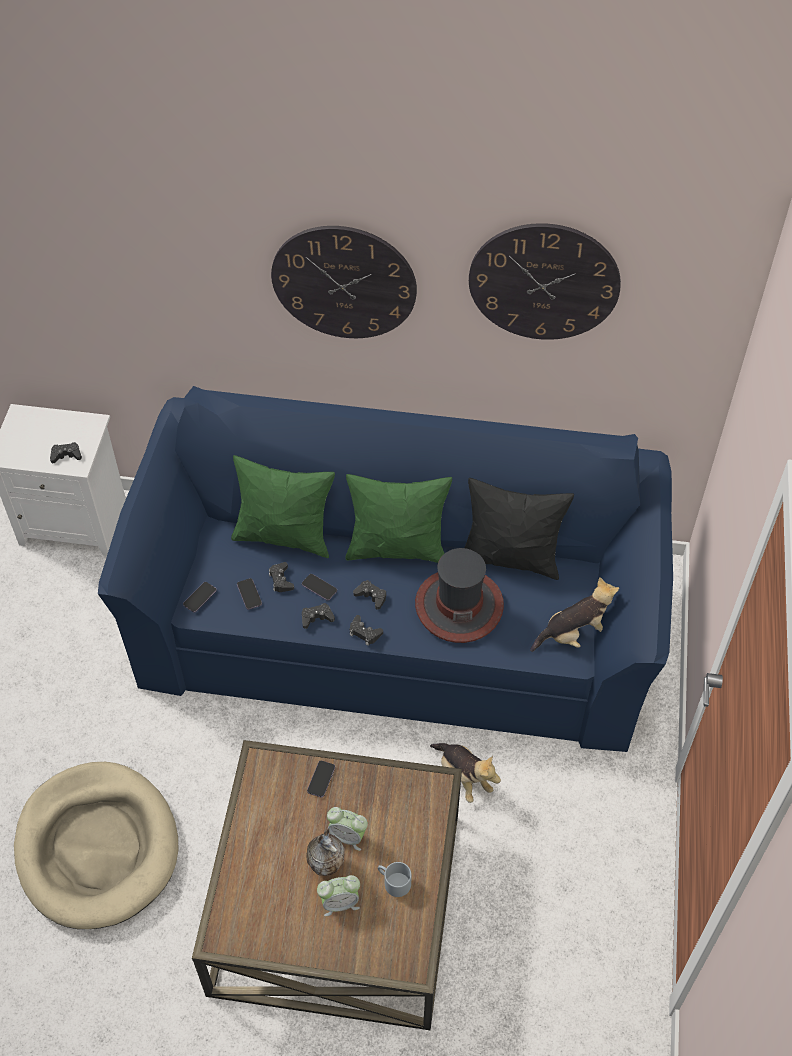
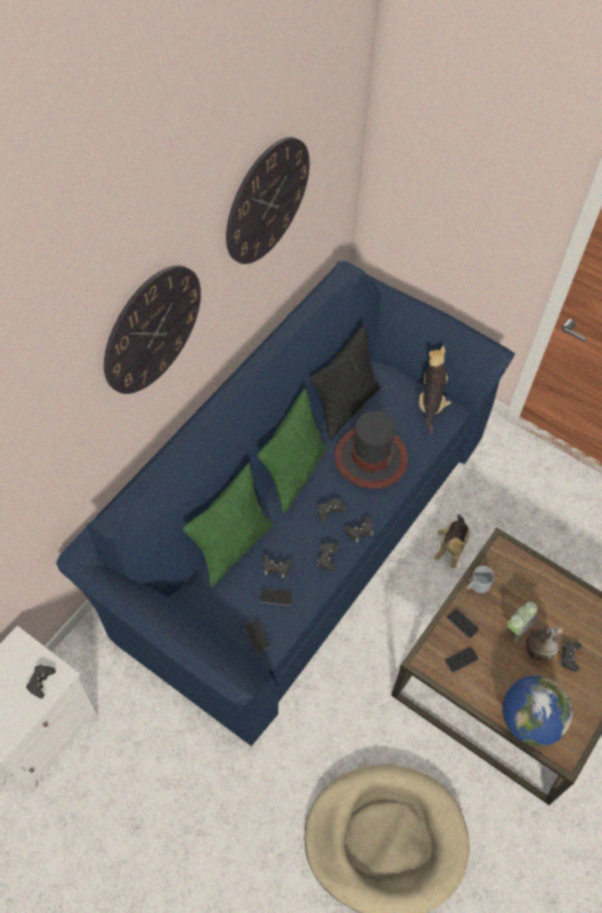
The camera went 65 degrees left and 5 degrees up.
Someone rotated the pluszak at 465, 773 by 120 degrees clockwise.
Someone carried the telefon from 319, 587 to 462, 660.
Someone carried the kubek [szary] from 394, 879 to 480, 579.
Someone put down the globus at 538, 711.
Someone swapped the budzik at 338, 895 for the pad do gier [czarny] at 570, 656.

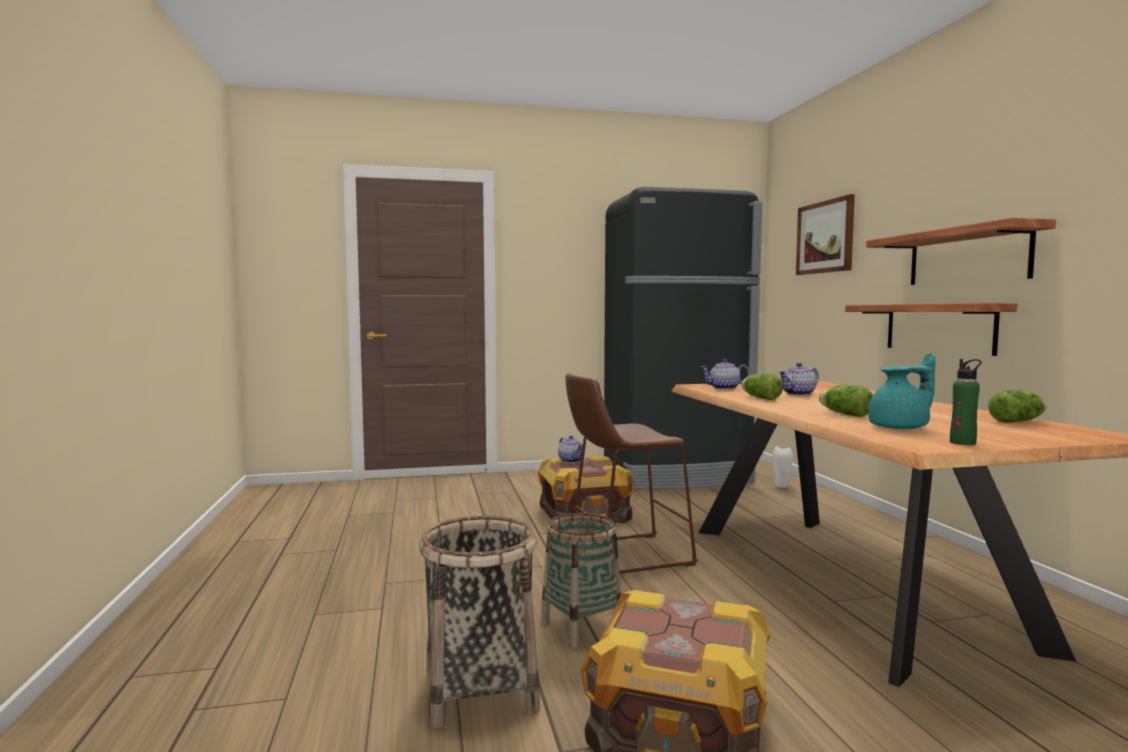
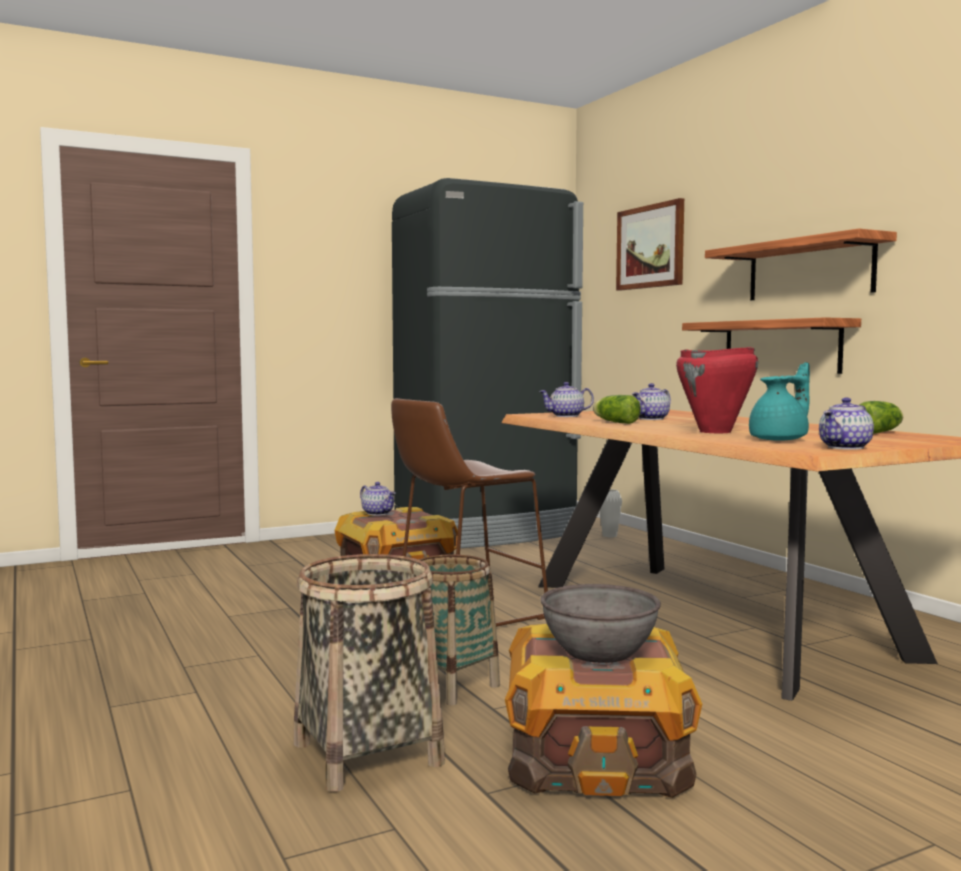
The camera went 15 degrees left and 0 degrees up.
Someone put down the miska [szary] at 600, 623.
Someone swapped the sałata at 846, 401 for the garnek [czerwony] at 717, 390.
Someone swapped the butelka [zielony] at 965, 402 for the imbryk at 846, 424.

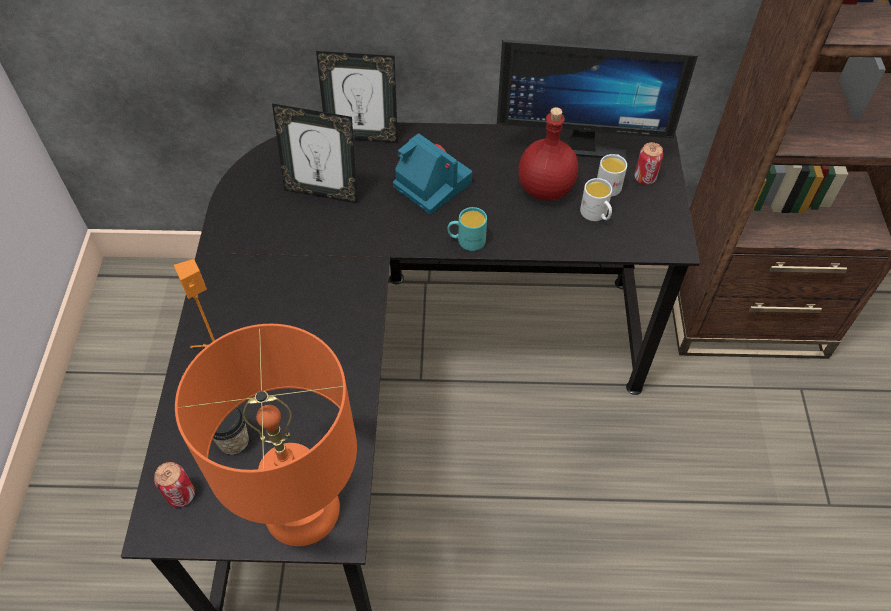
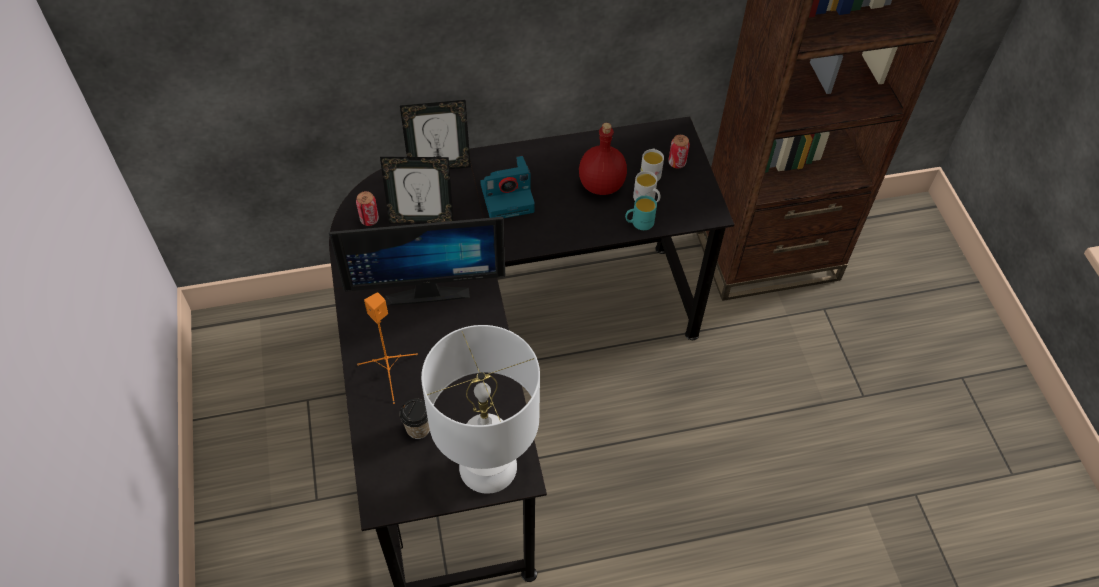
The camera went 15 degrees left and 0 degrees up.
Someone carried the monitor from 597, 99 to 417, 261.
Someone carried the puszka from 174, 485 to 367, 208.
Someone repainted the lampa stołowa [pomarańczowy] at 266, 435, which became the lampa stołowa [biały] at 480, 409.
Someone rotated the aparat fotograficzny at 432, 173 by 135 degrees clockwise.
Someone carried the kubek [turkusowy] from 467, 229 to 641, 213.

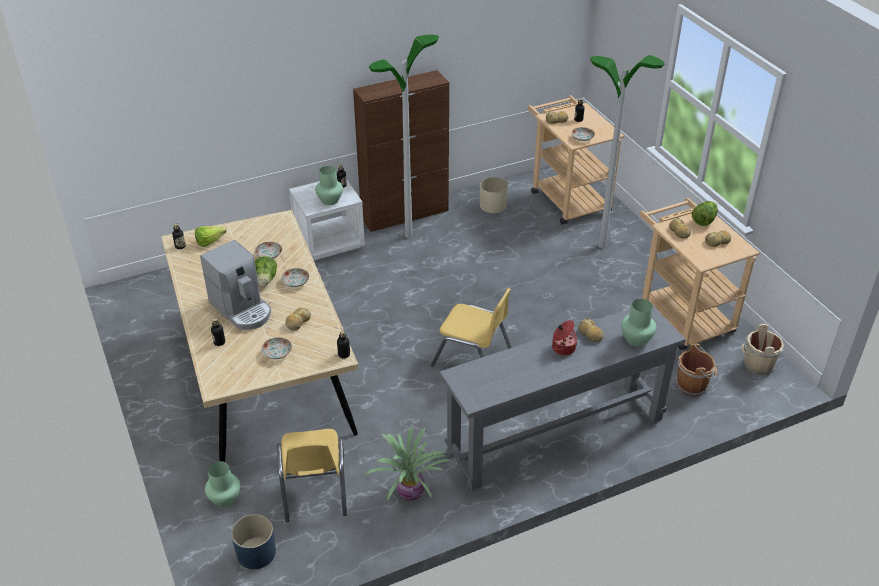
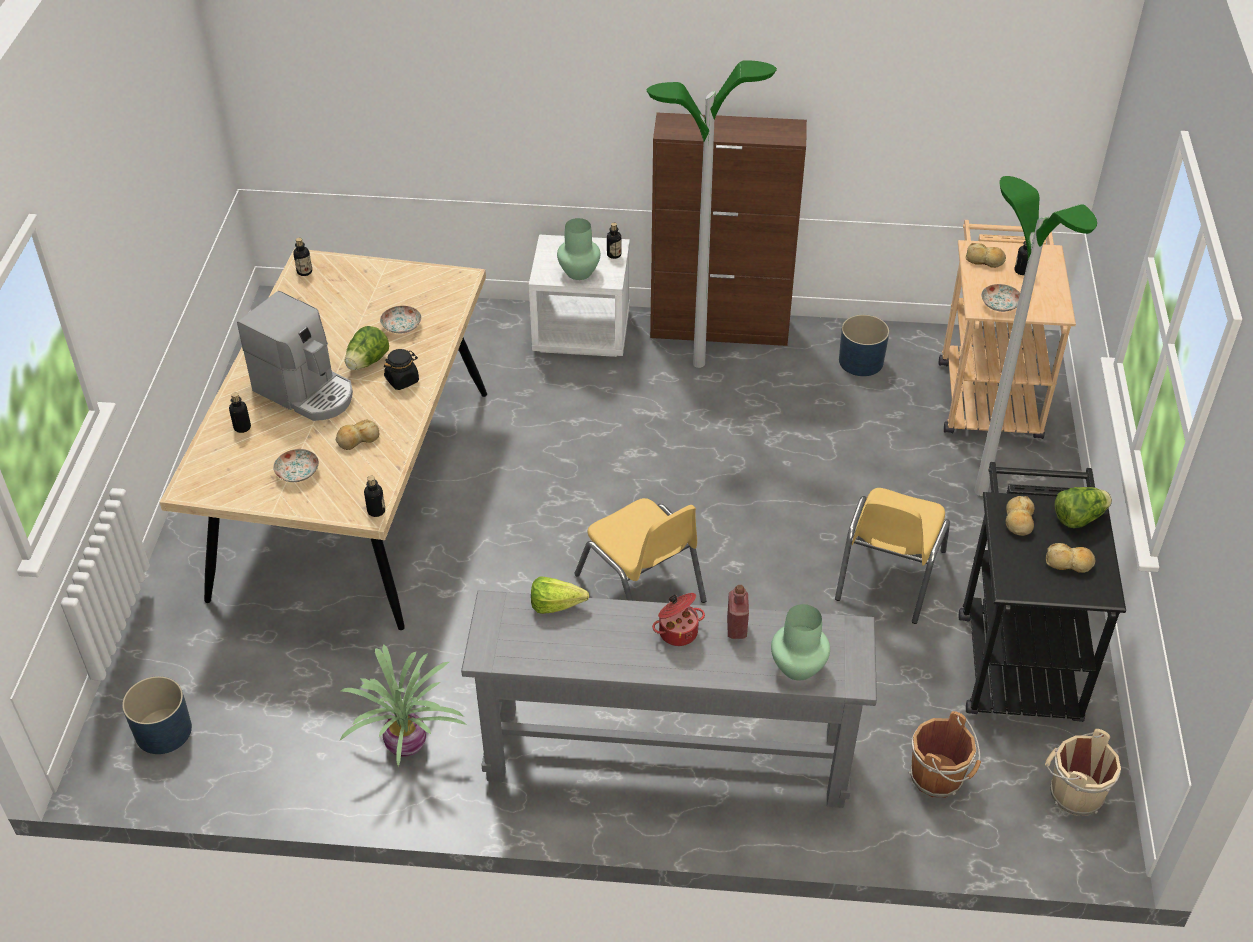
The camera went 30 degrees right and 5 degrees up.
Someone rotated the ekspres do kawy at 235, 285 by 45 degrees counterclockwise.
Someone swapped the talerz at 295, 277 for the słoik [czarny] at 401, 369.
Someone carried the sałata from 210, 236 to 560, 595.
Someone swapped the chleb at 591, 330 for the butelka [czerwony] at 738, 612.
Someone carried the krzesło [żółty] from 312, 475 to 892, 556.
Someone repainted the donica [beżowy] at 494, 195, which became the donica [niebieski] at 864, 345.
Someone repainted the wózek [beżowy] at 700, 274, which became the wózek [czarny] at 1042, 592.
Someone took away the wazon [zielony] at 222, 484.

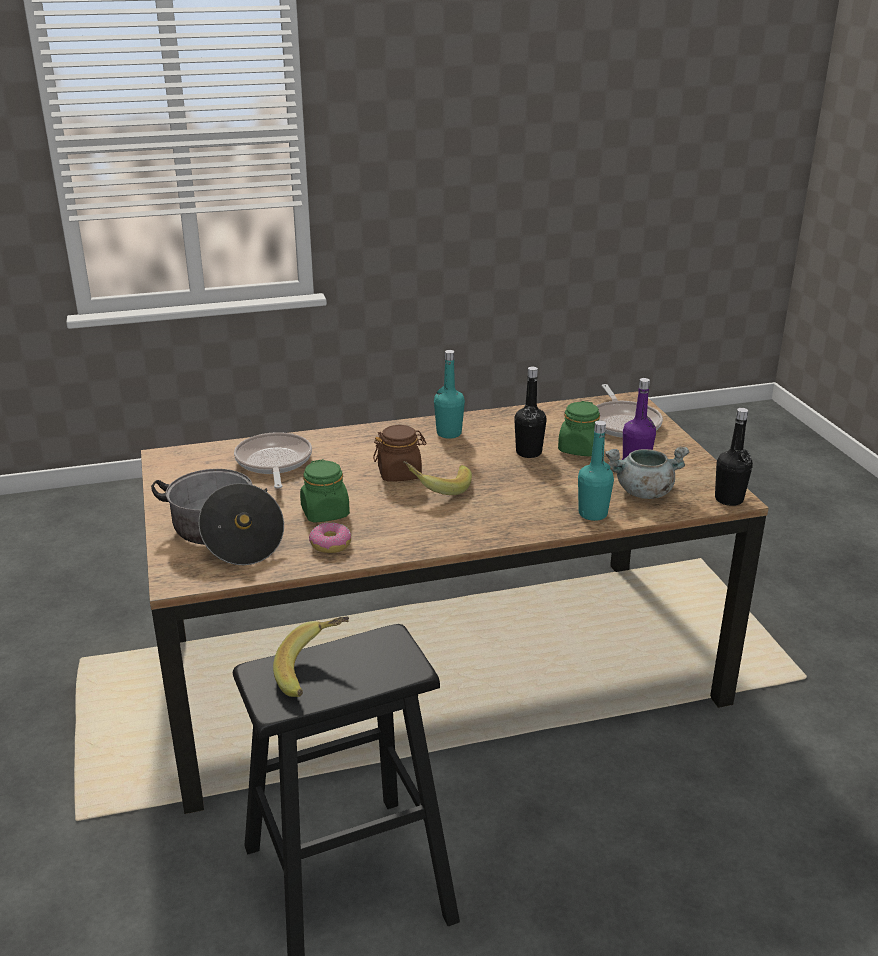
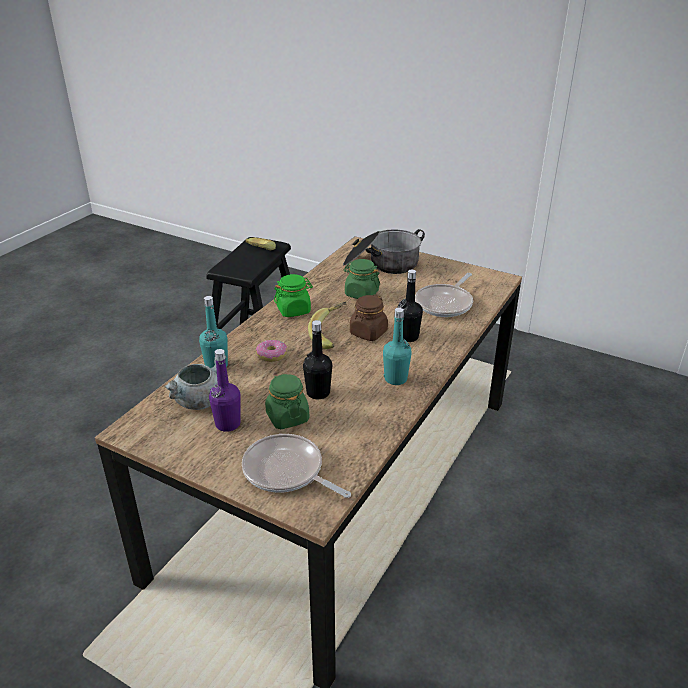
The camera went 135 degrees right and 5 degrees up.
Someone carried the donut from 330, 538 to 271, 351.
Someone put down the słoik [zielony] at 293, 295.
Someone carried the butelka [czarny] from 734, 457 to 410, 306.
Someone rotated the patelnia at 273, 460 by 90 degrees clockwise.

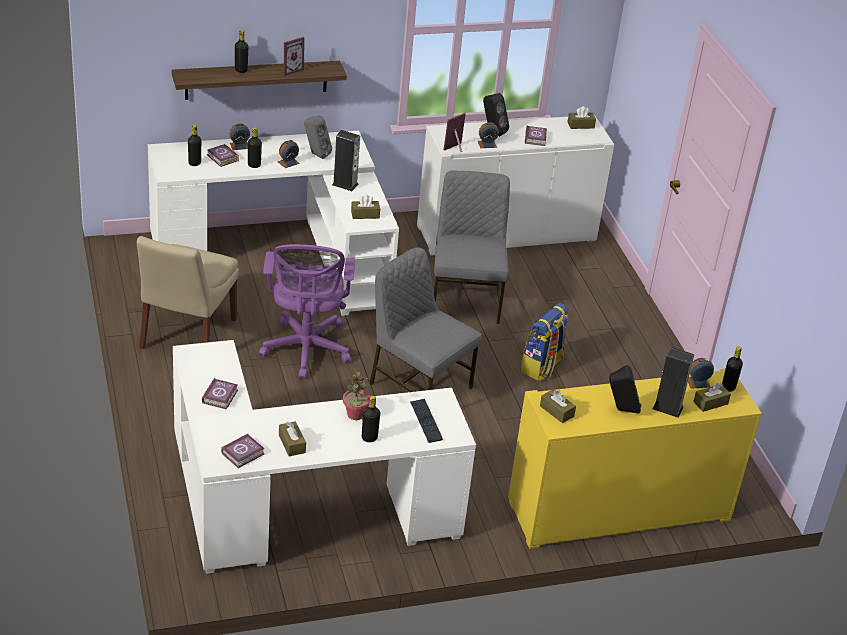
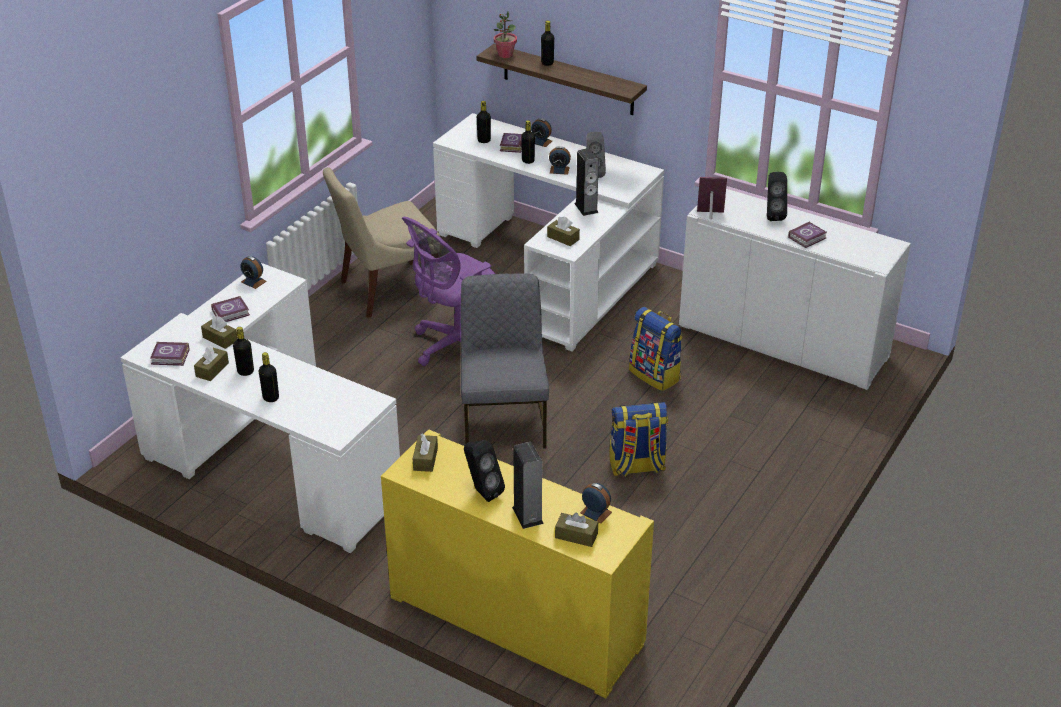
The camera went 50 degrees right and 0 degrees up.
Someone carried the pudełko chusteczek [brązowy] from 582, 117 to 219, 332.
Someone carried the butelka [czarny] from 732, 369 to 243, 351.
Someone carried the budzik from 488, 135 to 253, 272.
Someone carried the roślina doniczkowa from 356, 394 to 505, 34.
Someone swapped the krzesło [szary] at 472, 247 for the plecak at 656, 349.
Someone took away the ramka na zdjęcie at 294, 56.
Someone took away the klawiatura at 426, 421.

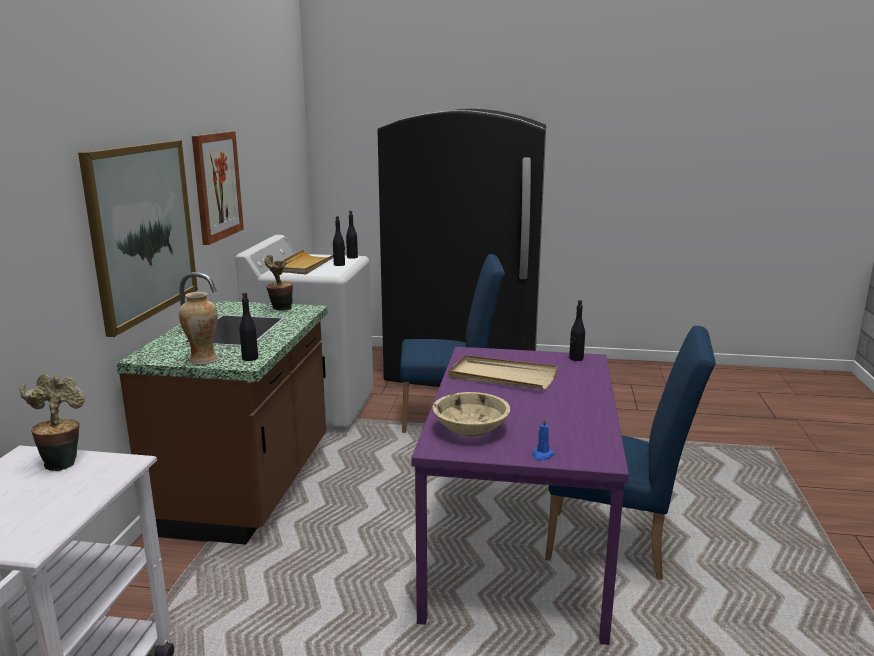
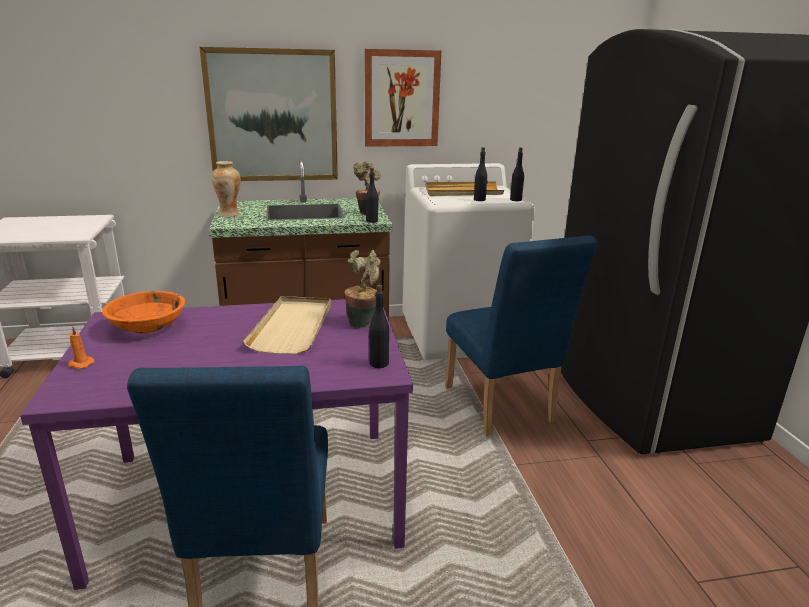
The camera went 70 degrees right and 5 degrees up.
Someone repainted the świeca [niebieski] at 543, 439, which became the świeca [pomarańczowy] at 81, 347.
Someone repainted the miska [beżowy] at 471, 414, which became the miska [pomarańczowy] at 143, 312.
Someone carried the roślina doniczkowa from 52, 422 to 362, 289.
Someone carried the butelka [czarny] from 249, 326 to 372, 195.

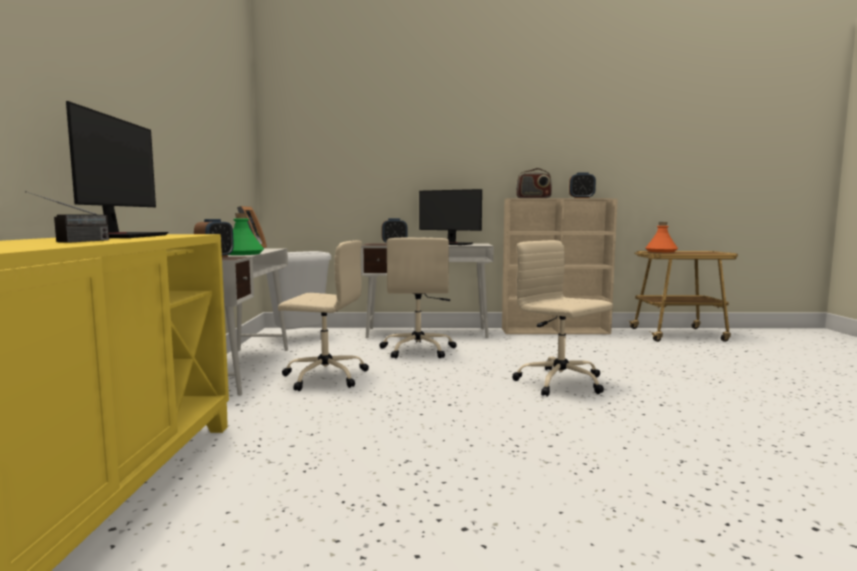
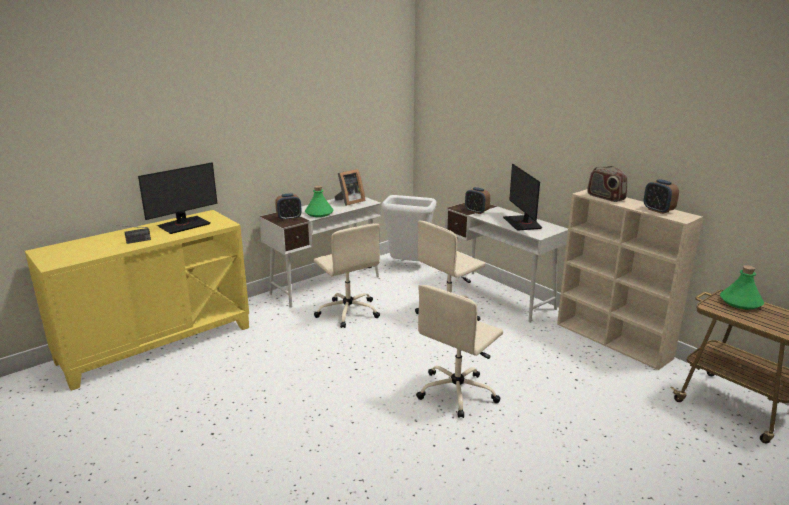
The camera went 50 degrees right and 15 degrees up.
Someone rotated the krzesło biurowe [beżowy] at 562, 318 by 150 degrees counterclockwise.
Someone repainted the butelka [pomarańczowy] at 662, 237, which became the butelka [zielony] at 742, 287.

